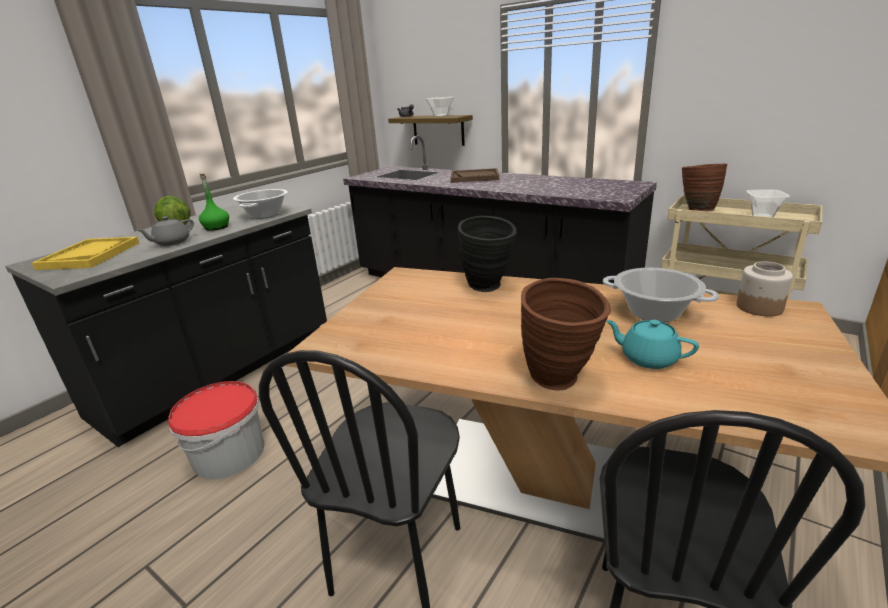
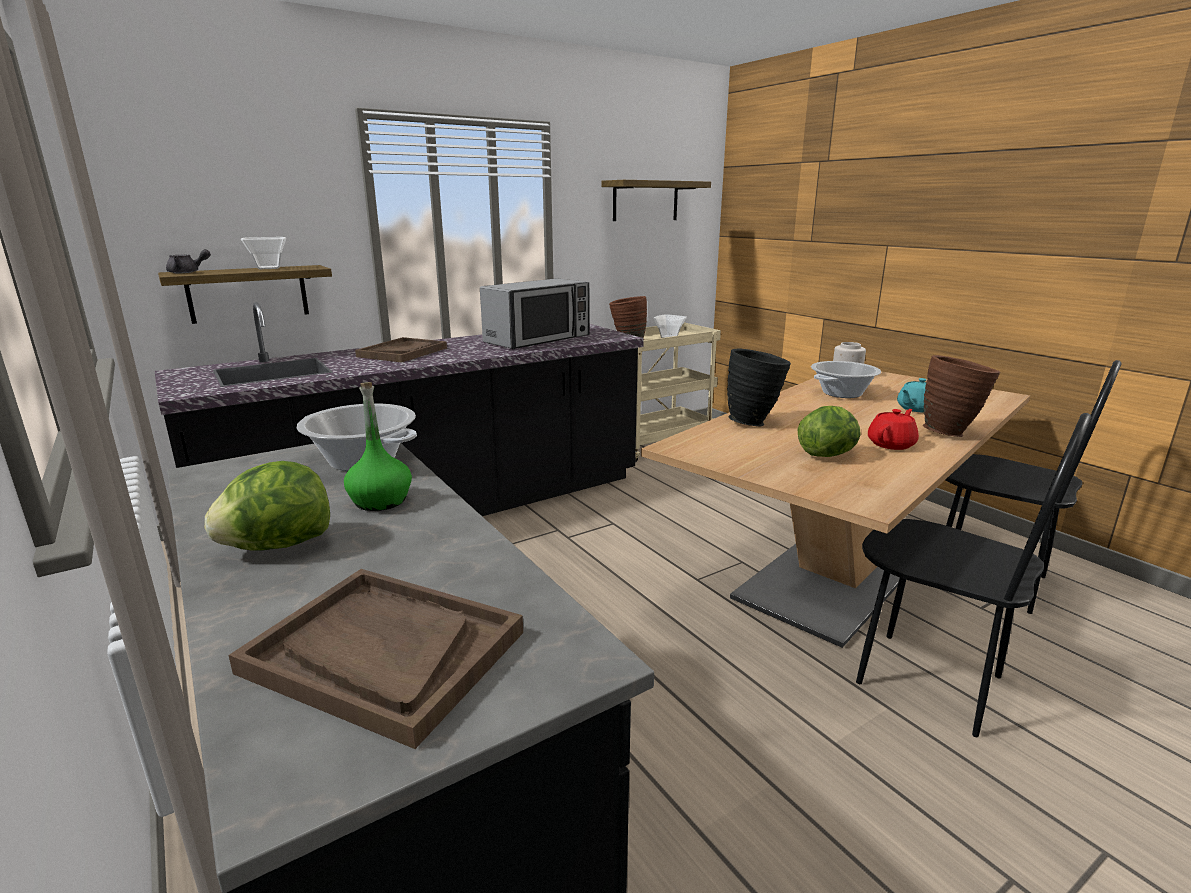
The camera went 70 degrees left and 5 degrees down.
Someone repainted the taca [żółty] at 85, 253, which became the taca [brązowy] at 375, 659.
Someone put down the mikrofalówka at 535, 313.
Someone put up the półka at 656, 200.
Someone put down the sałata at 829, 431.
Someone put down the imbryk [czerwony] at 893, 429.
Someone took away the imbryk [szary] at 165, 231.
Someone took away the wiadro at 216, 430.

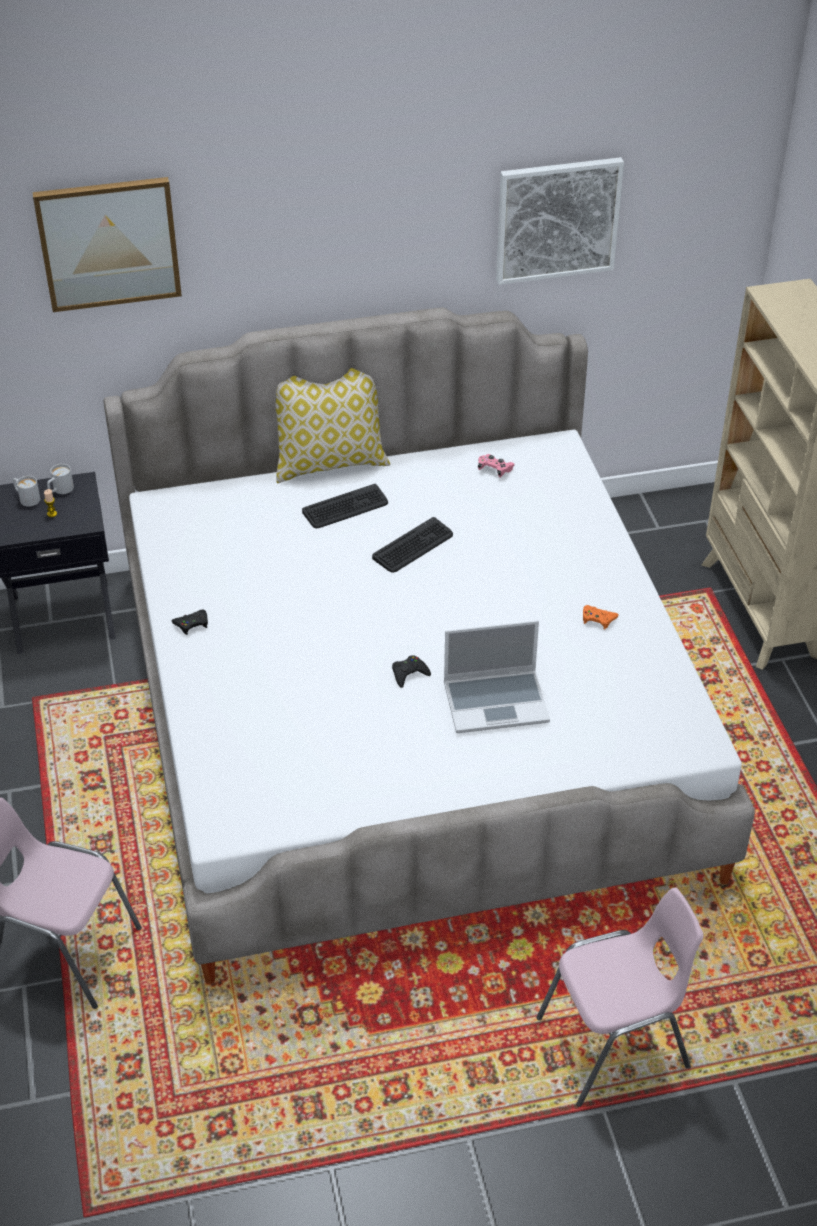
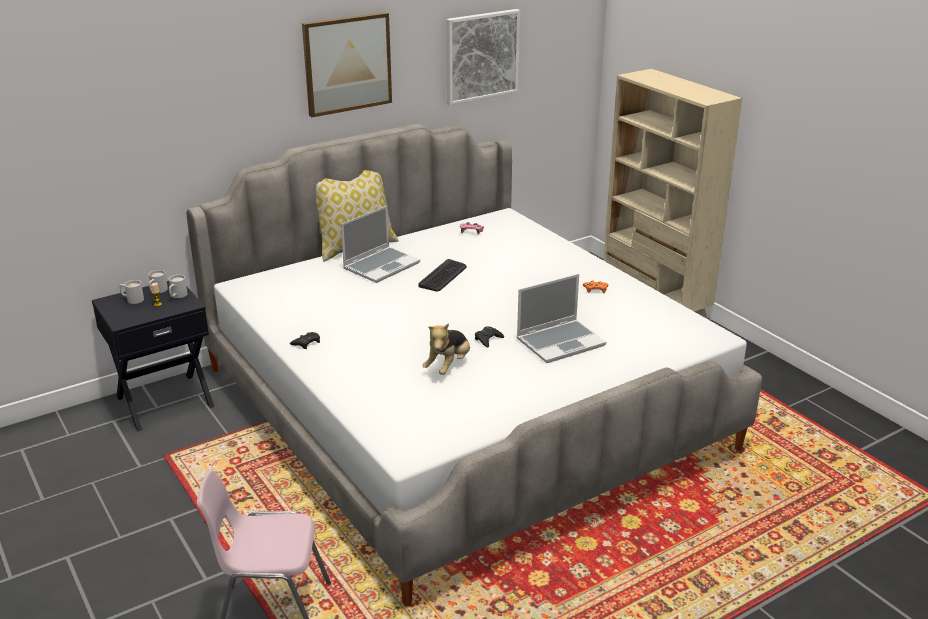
The camera went 20 degrees left and 15 degrees down.
Someone put down the kubek [biały] at 178, 286.
Someone carried the obraz from 107, 244 to 347, 64.
Someone swapped the klawiatura at 345, 506 for the laptop at 380, 244.
Someone put down the pluszak at 446, 349.
Someone took away the krzesło [różowy] at 620, 997.

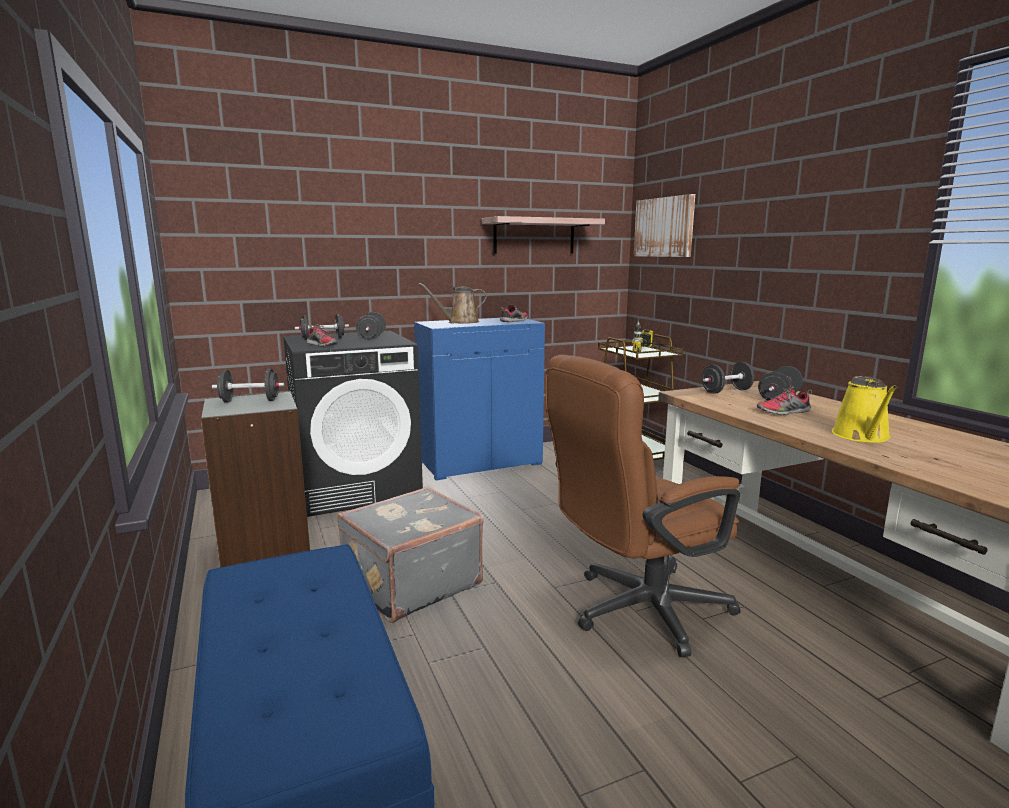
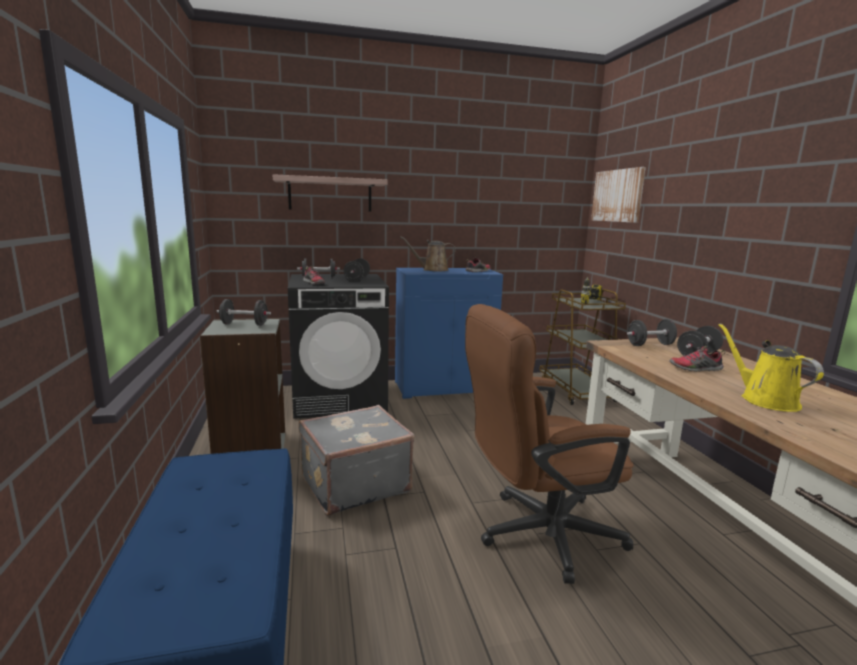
The camera went 10 degrees right and 0 degrees up.
Someone carried the półka from 543, 235 to 330, 193.
Someone rotated the konewka [żółty] at 864, 409 by 135 degrees clockwise.

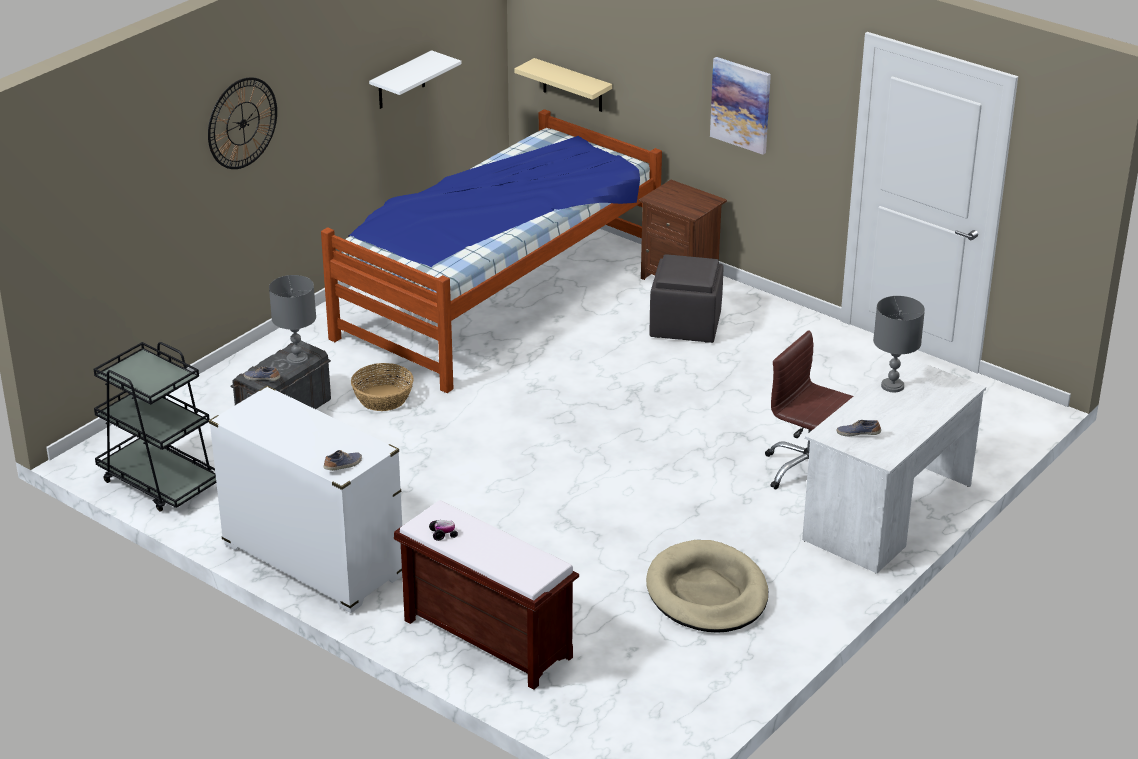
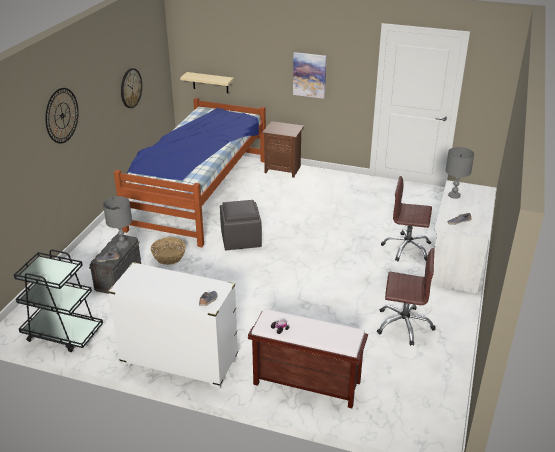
The camera went 20 degrees left and 0 degrees up.
Someone swapped the półka [biały] at 415, 79 for the zegar ścienny at 131, 88.
Someone carried the pufa [szary] from 686, 298 to 241, 225.
Someone swapped the legowisko [beżowy] at 707, 586 for the krzesło biurowe [brązowy] at 406, 297.

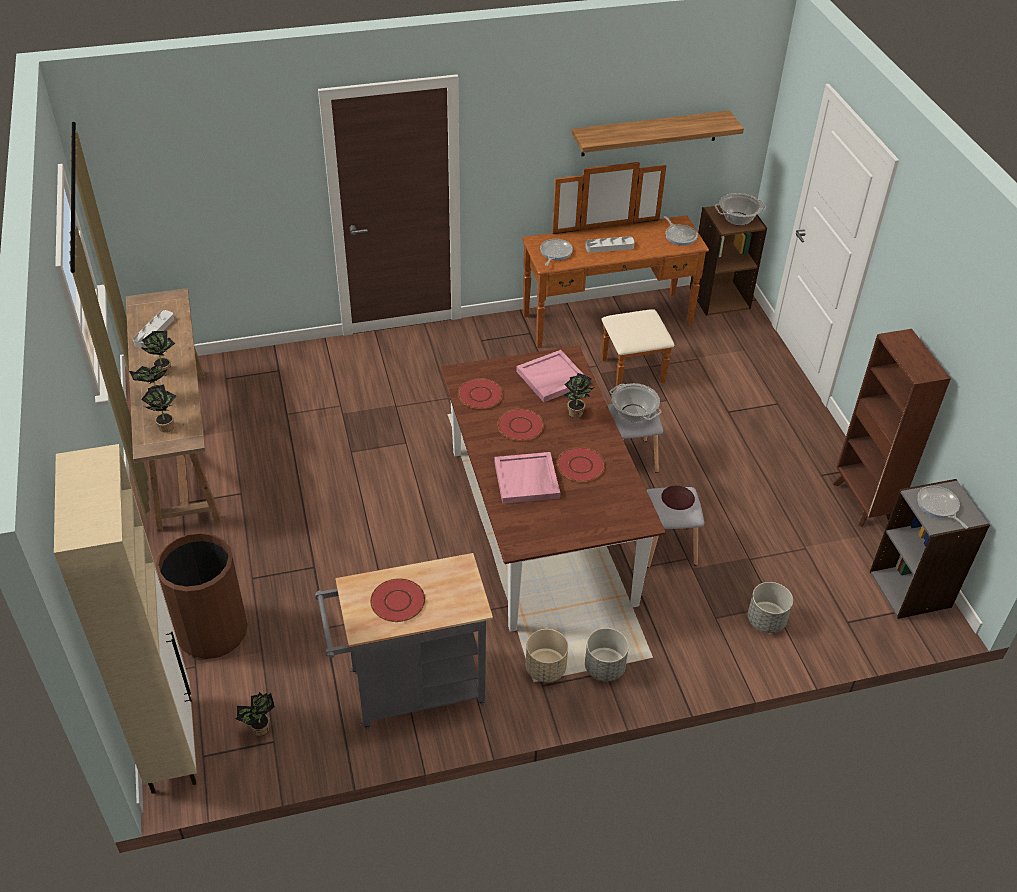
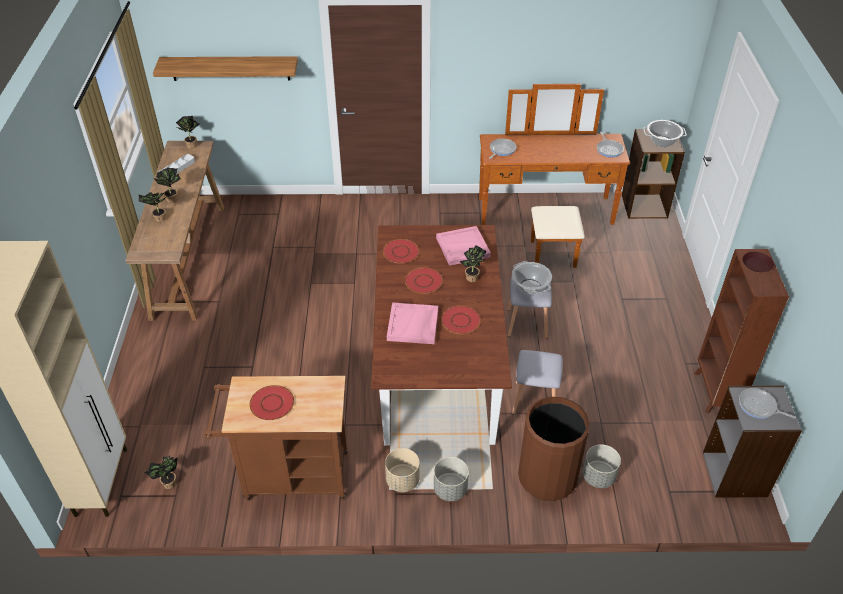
The camera went 15 degrees right and 0 degrees up.
Someone carried the półka from 658, 133 to 225, 68.
Someone carried the roślina doniczkowa from 158, 408 to 187, 132.
Someone repainted the wózek [szary] at 404, 641, which became the wózek [brązowy] at 275, 438.
Someone carried the kosz na śmieci [brązowy] from 202, 596 to 554, 449.
Someone rotated the patelnia at 942, 507 by 45 degrees counterclockwise.
Someone carried the talerz [brązowy] from 678, 498 to 758, 262.
Someone took away the taca [szary] at 610, 244.

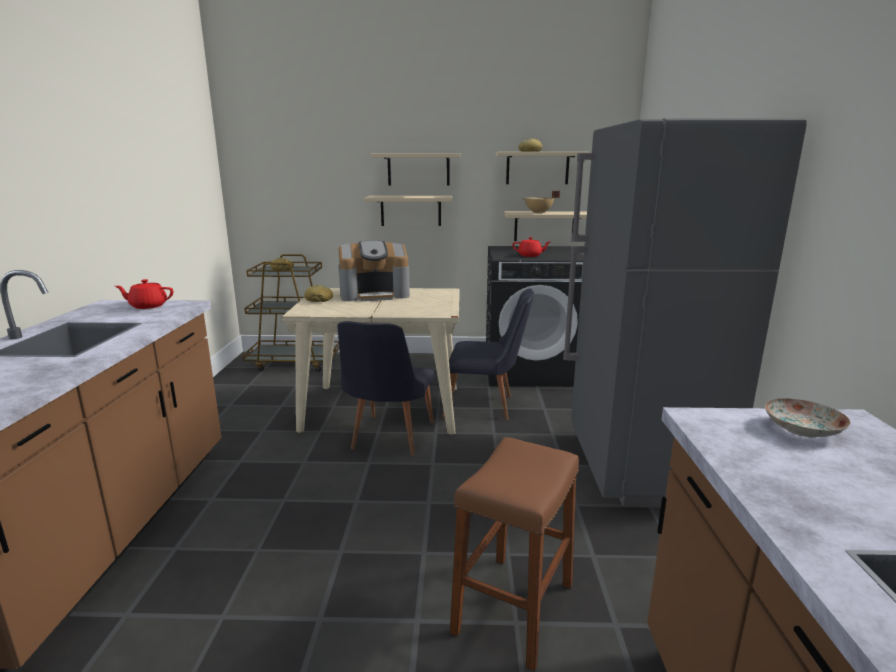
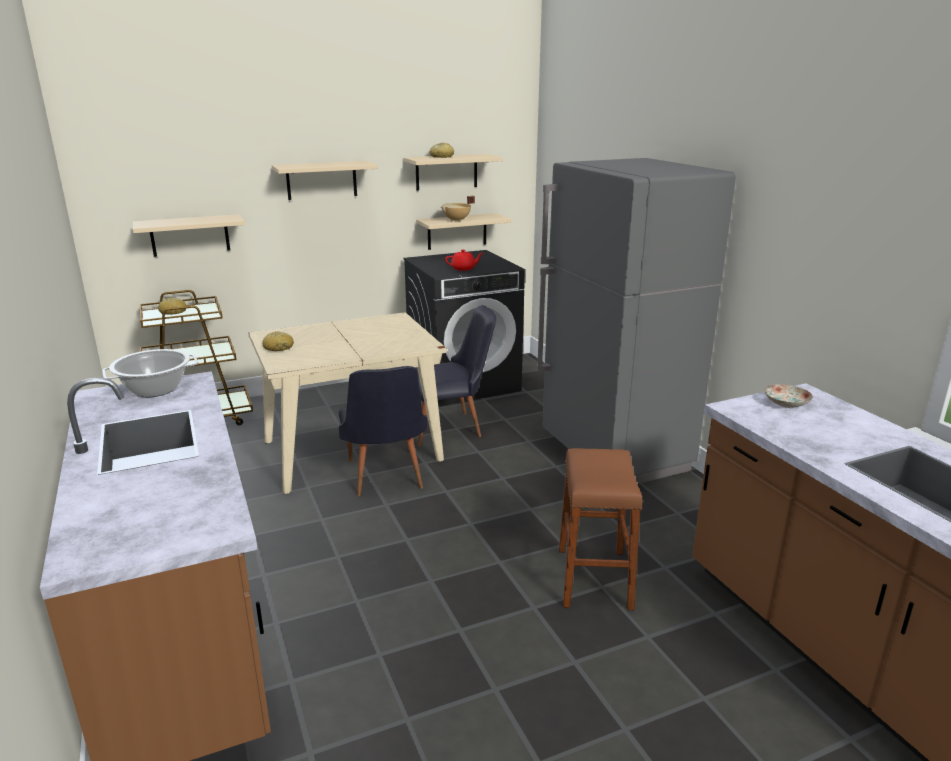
The camera went 25 degrees left and 5 degrees up.
Someone swapped the imbryk [czerwony] at 144, 294 for the garnek at 150, 373.
Someone carried the półka [beżowy] from 408, 211 to 189, 235.
Someone took away the ekspres do kawy at 374, 270.

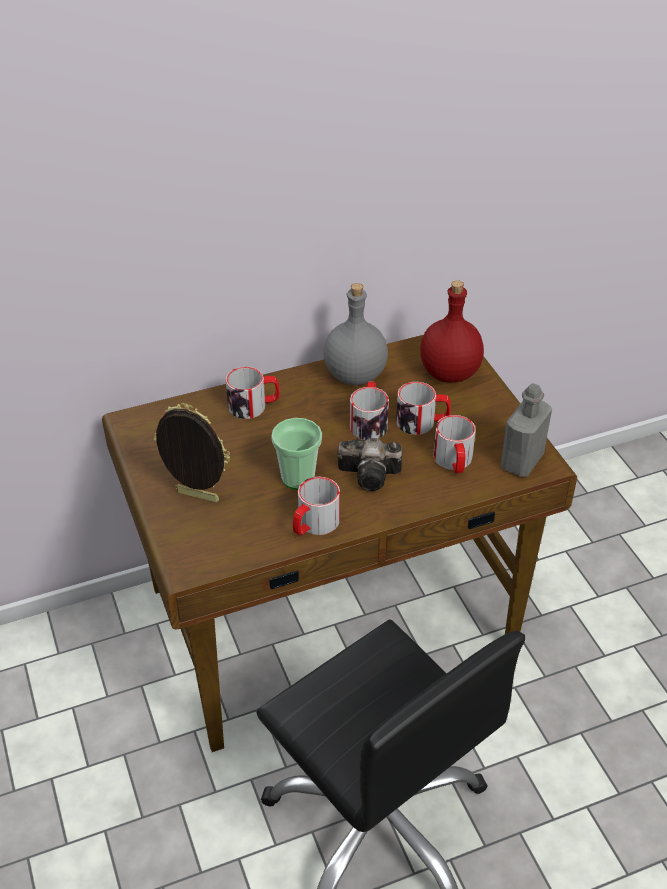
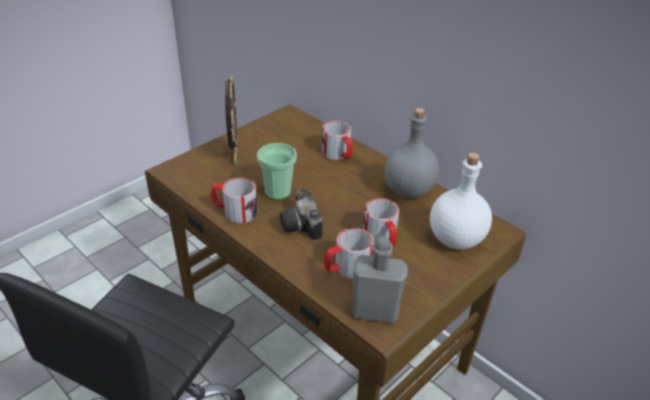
The camera went 65 degrees right and 5 degrees down.
Someone repainted the butelka [czerwony] at 452, 331, which became the butelka [biały] at 461, 201.
Someone took away the kubek at 369, 410.

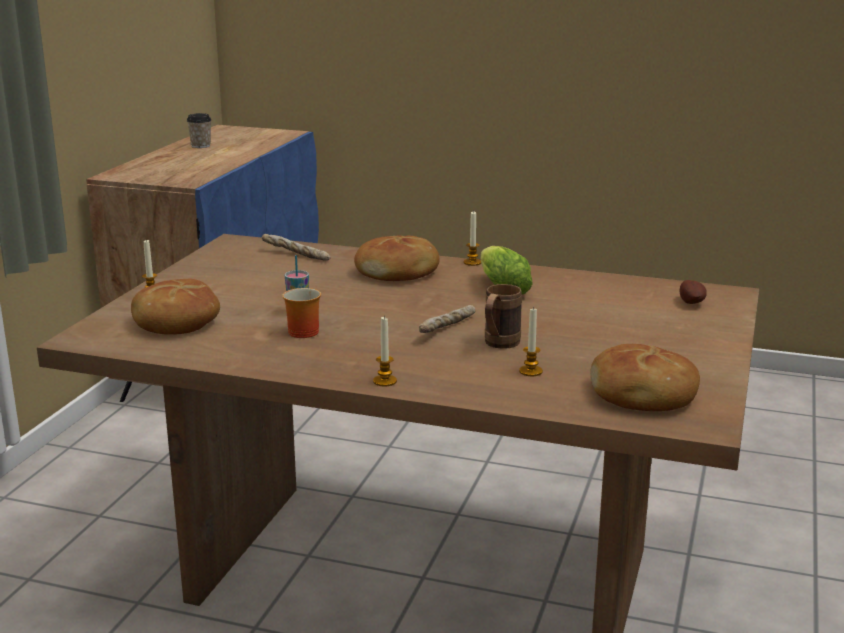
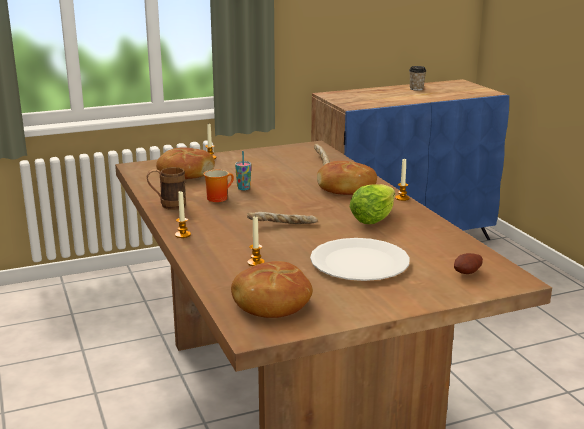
The camera went 50 degrees right and 0 degrees up.
Someone carried the kubek [brązowy] from 503, 316 to 166, 188.
Someone put down the talerz [biały] at 360, 259.

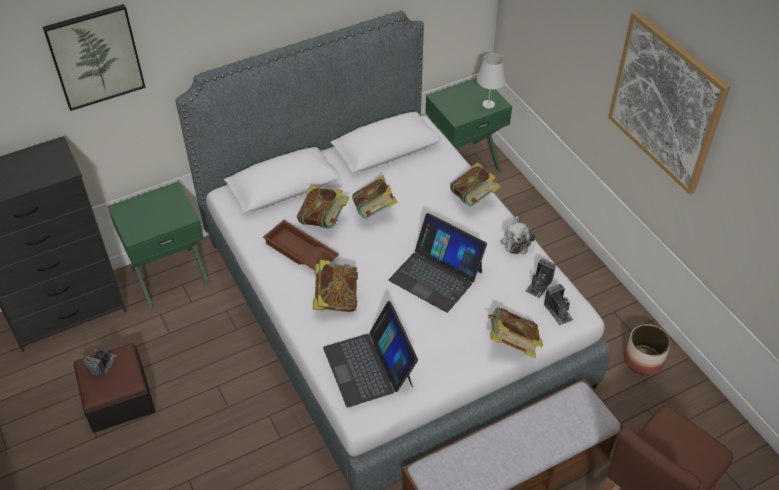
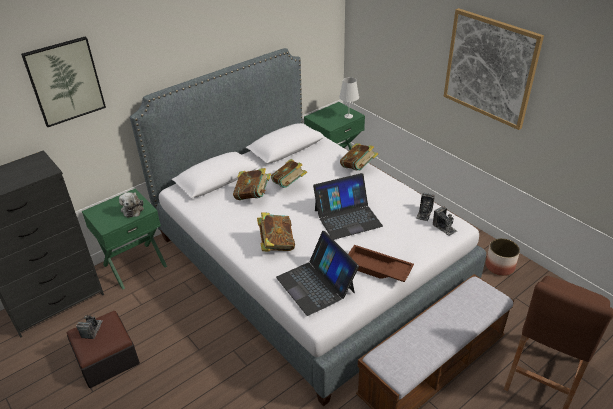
The camera went 10 degrees left and 10 degrees down.
Someone carried the pluszak from 518, 235 to 131, 205.
Someone rotated the laptop at 438, 263 by 45 degrees counterclockwise.
Someone carried the taca [brązowy] from 301, 245 to 381, 263.
Someone took away the książka at 515, 332.

